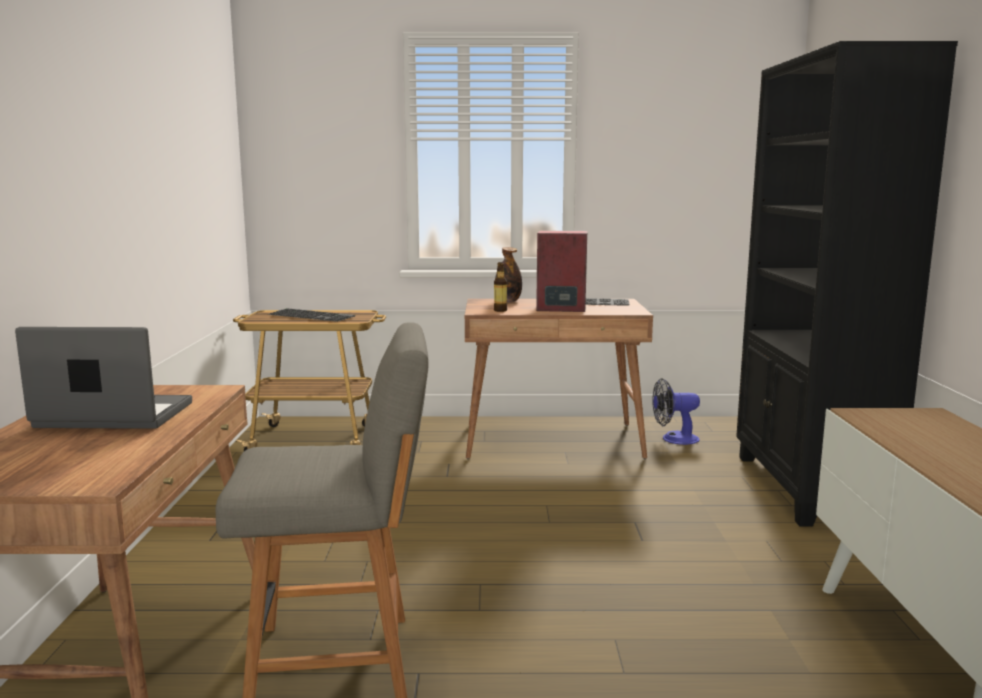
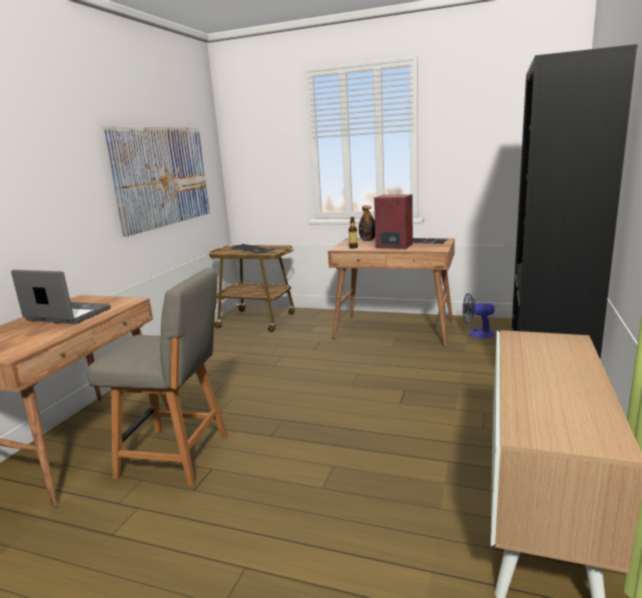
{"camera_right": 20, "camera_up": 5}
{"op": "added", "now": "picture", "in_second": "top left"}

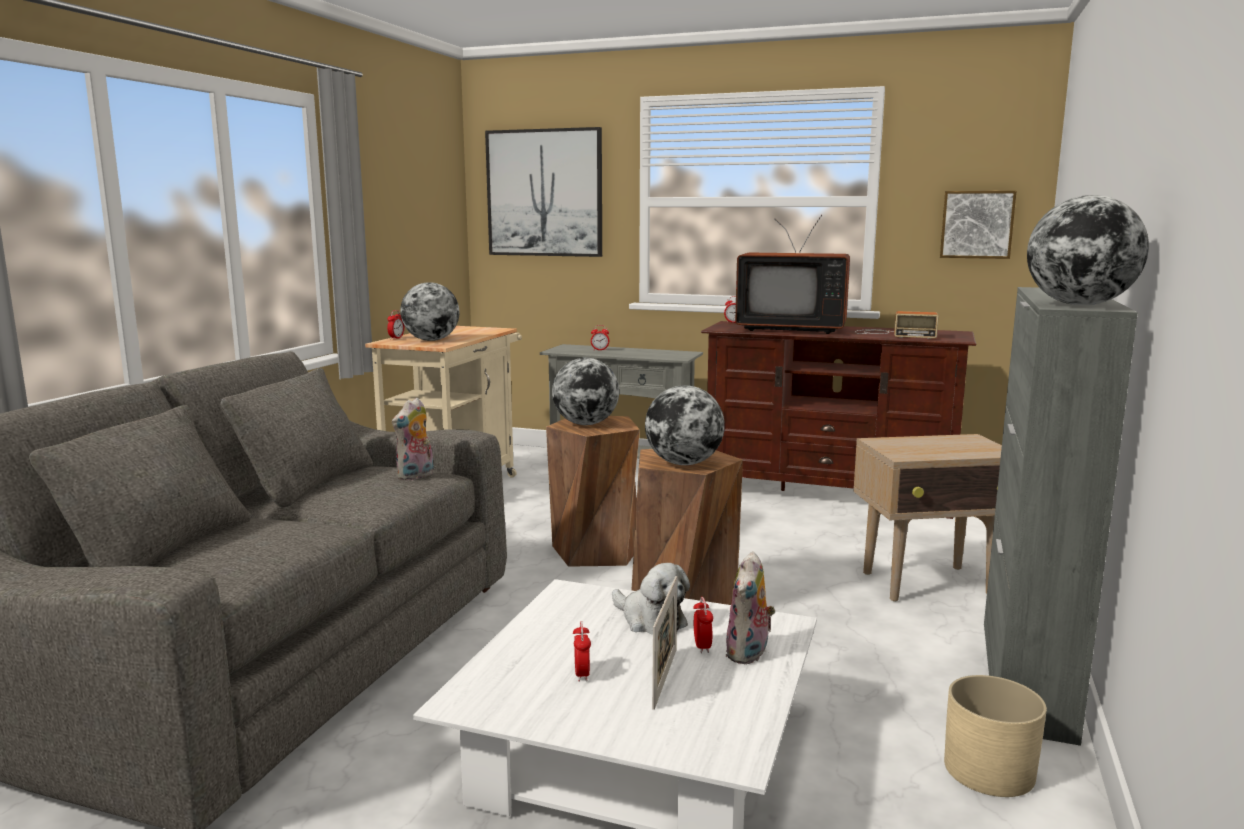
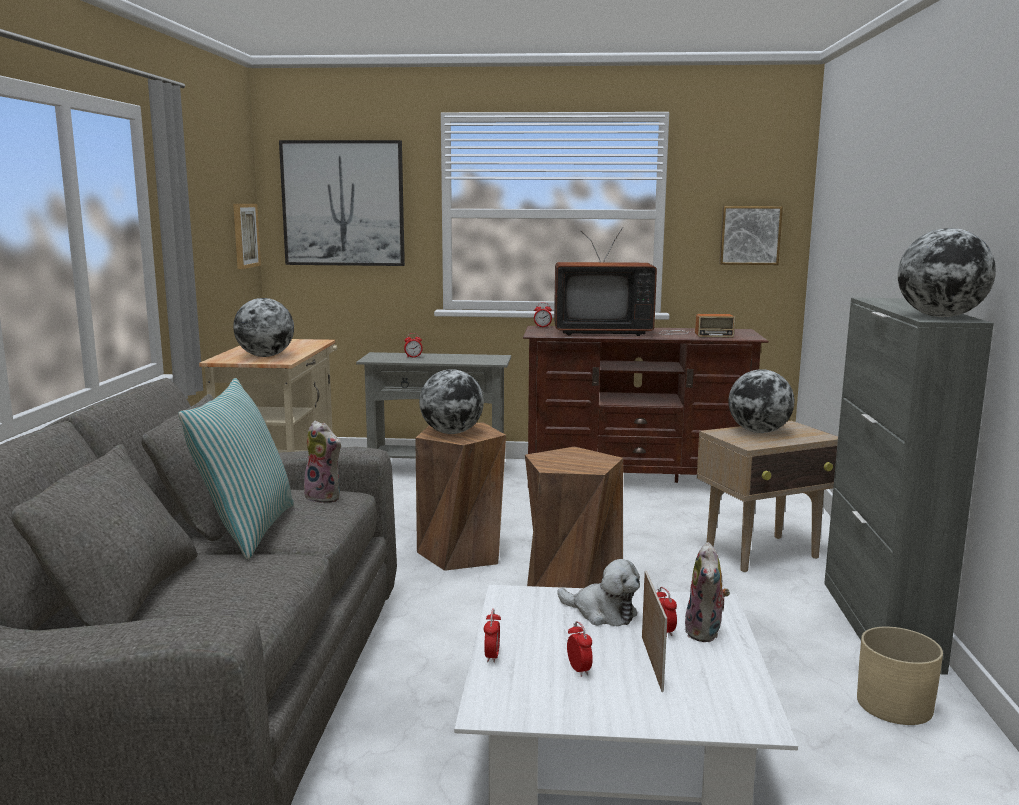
{"camera_right": -15, "camera_up": 0}
{"op": "added", "now": "pillow", "in_second": "middle left"}
{"op": "added", "now": "picture (1st from left)", "in_second": "top left"}
{"op": "turned", "was": "plush toy (1st from left)", "in_first": "middle left", "in_second": "middle left", "clockwise": -75}
{"op": "moved", "was": "alarm clock (1st from left in the first image)", "now": "alarm clock (2nd from left)", "in_first": "middle left", "in_second": "bottom centre"}
{"op": "moved", "was": "globe (3rd from left)", "in_first": "centre", "in_second": "middle right"}

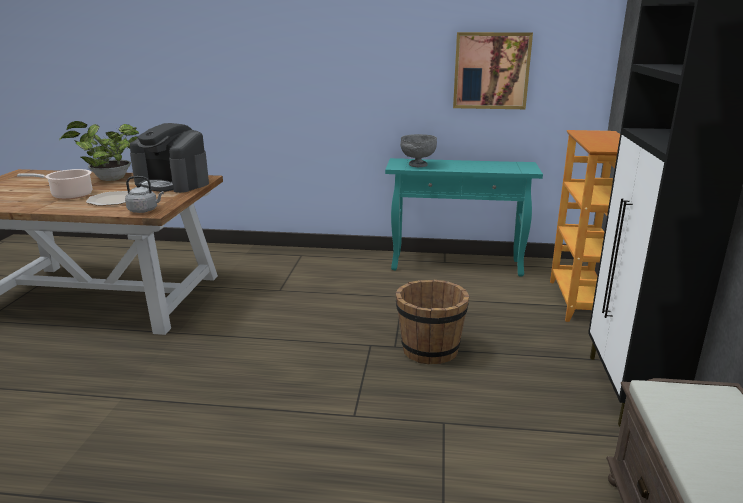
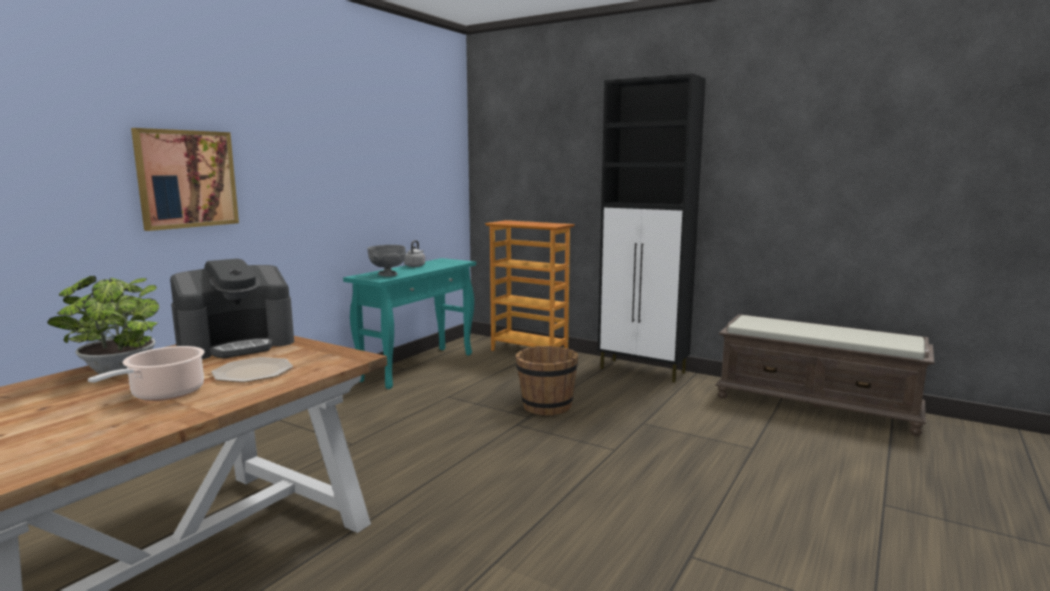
{"camera_right": -65, "camera_up": -10}
{"op": "moved", "was": "picture", "in_first": "top centre", "in_second": "top left"}
{"op": "moved", "was": "kettle/grey", "in_first": "middle left", "in_second": "centre"}

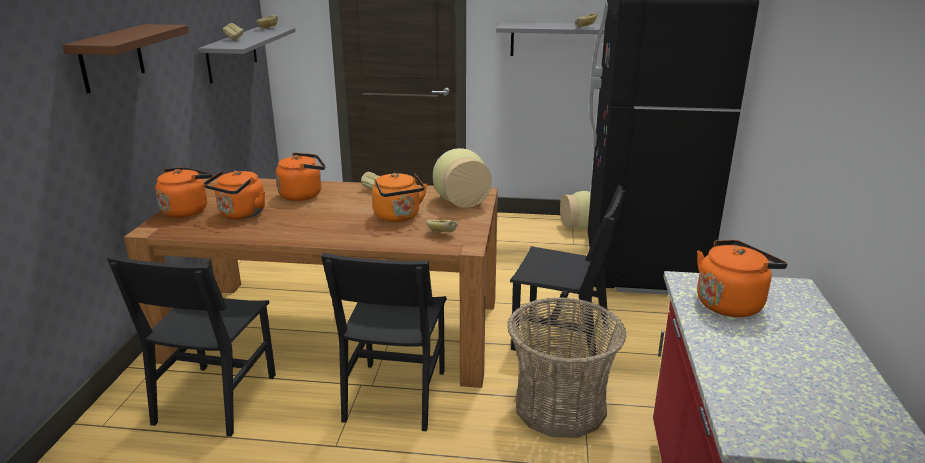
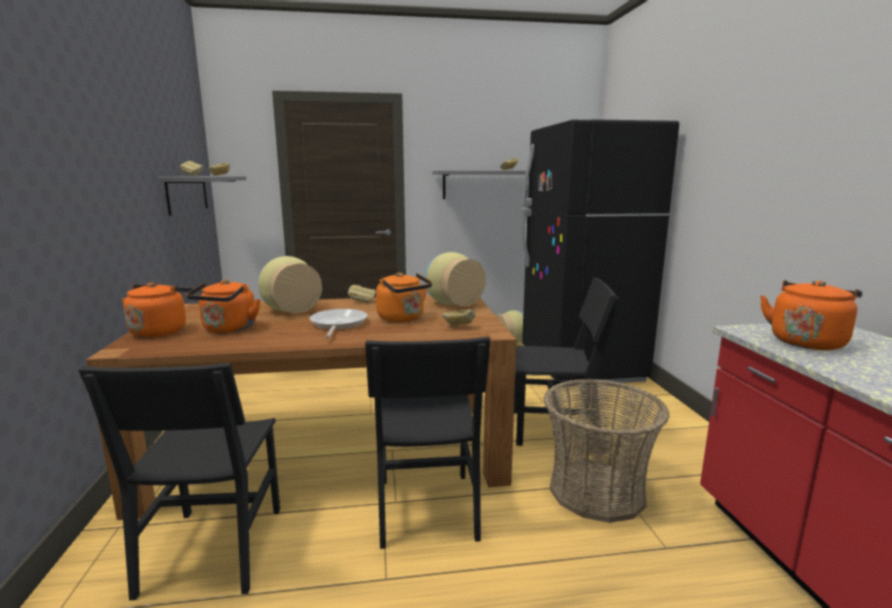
{"camera_right": -15, "camera_up": -10}
{"op": "replaced", "was": "kettle/orange (3rd from left)", "now": "vase (1st from left)", "in_first": "middle left", "in_second": "middle left"}
{"op": "added", "now": "frying pan", "in_second": "centre"}
{"op": "removed", "was": "shelf/brown", "in_first": "top left"}

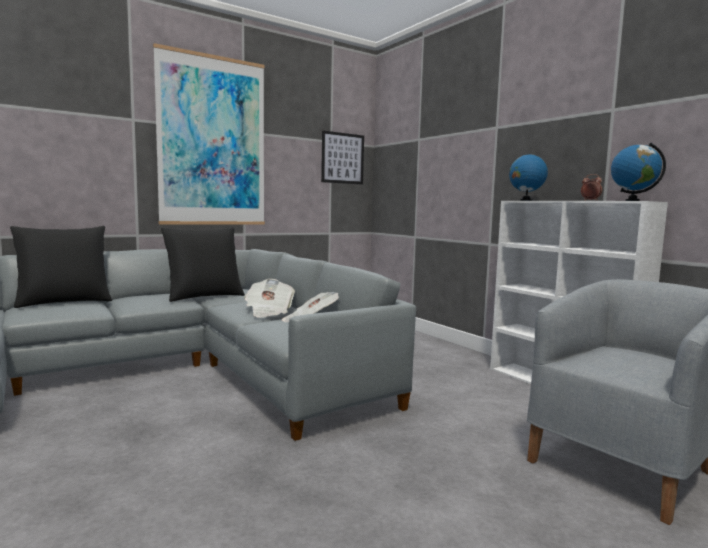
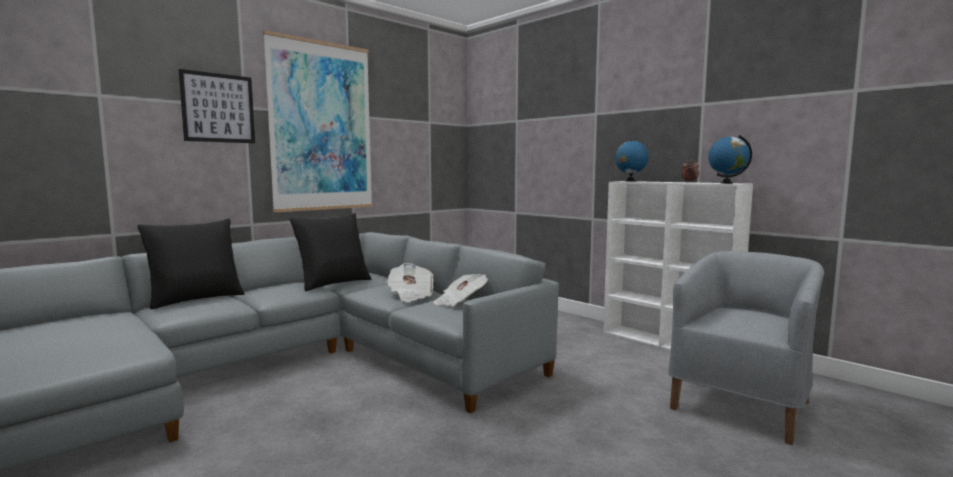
{"camera_right": -10, "camera_up": 0}
{"op": "moved", "was": "picture (2nd from left in the first image)", "now": "picture (1st from left)", "in_first": "top centre", "in_second": "top left"}

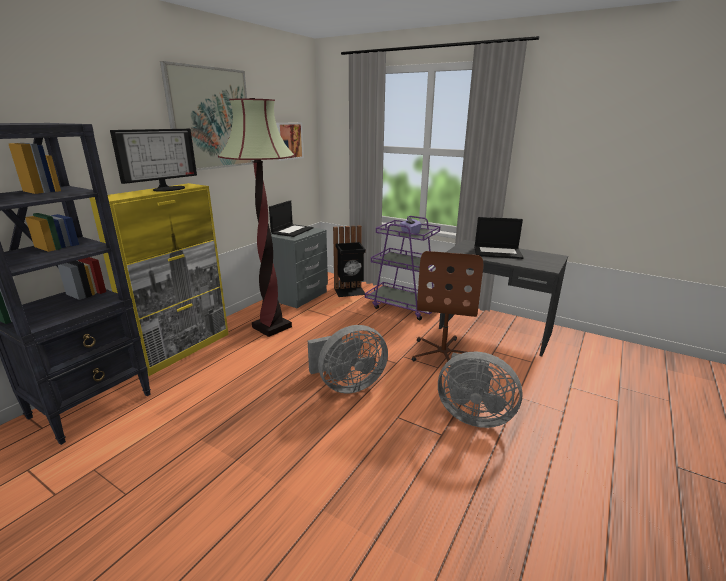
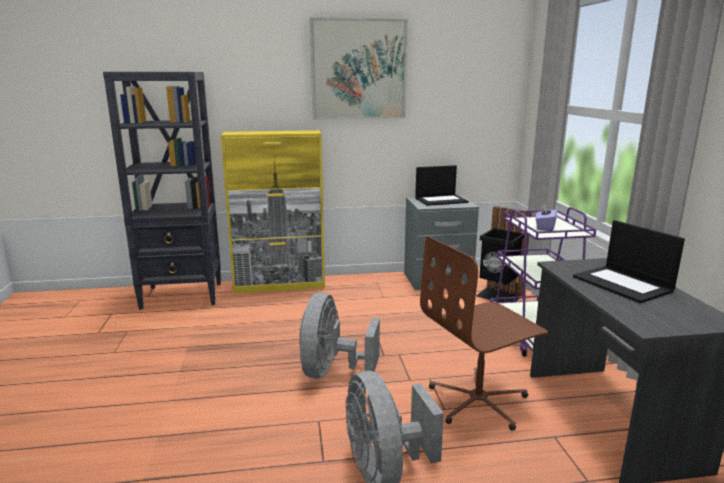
{"camera_right": 50, "camera_up": -5}
{"op": "turned", "was": "fan/grey (1st from left)", "in_first": "centre", "in_second": "bottom centre", "clockwise": 75}
{"op": "removed", "was": "monitor", "in_first": "top left"}
{"op": "removed", "was": "floor lamp", "in_first": "centre"}
{"op": "removed", "was": "picture (2nd from left)", "in_first": "top centre"}

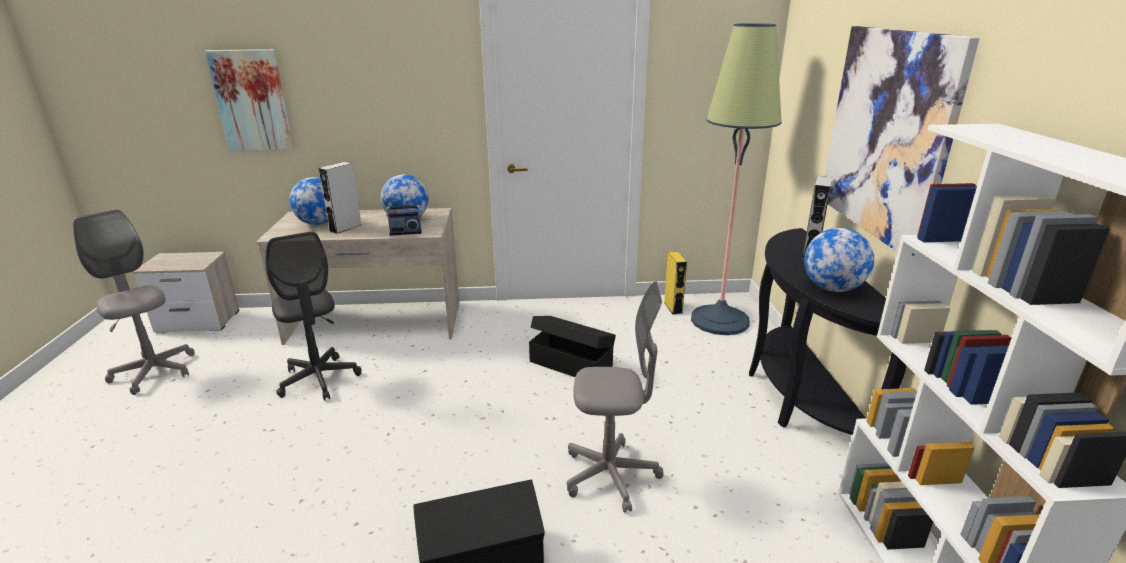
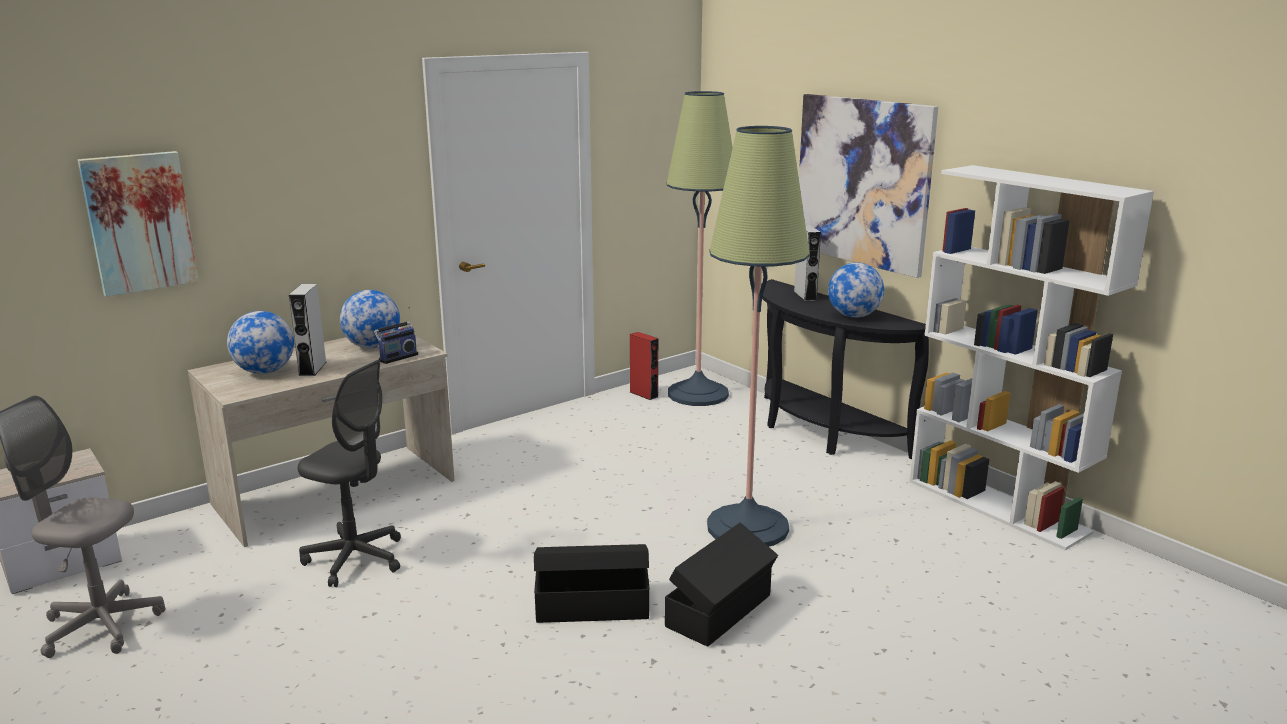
{"camera_right": -35, "camera_up": -5}
{"op": "moved", "was": "storage box/black (2nd from left in the first image)", "now": "storage box/black (1st from left)", "in_first": "centre", "in_second": "bottom centre"}
{"op": "recoloured", "was": "speaker/yellow", "now": "speaker/red", "in_first": "centre", "in_second": "centre"}
{"op": "replaced", "was": "office chair/grey (3rd from left)", "now": "floor lamp (2nd from left)", "in_first": "bottom centre", "in_second": "centre"}

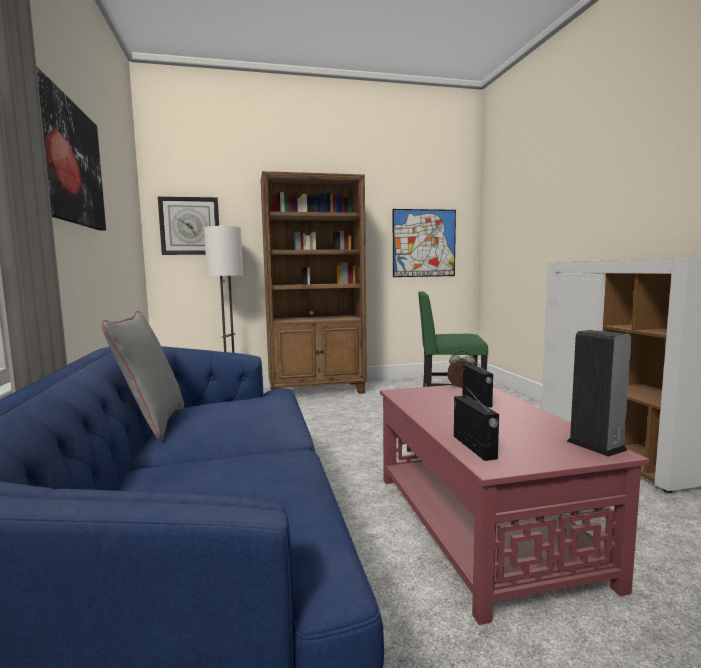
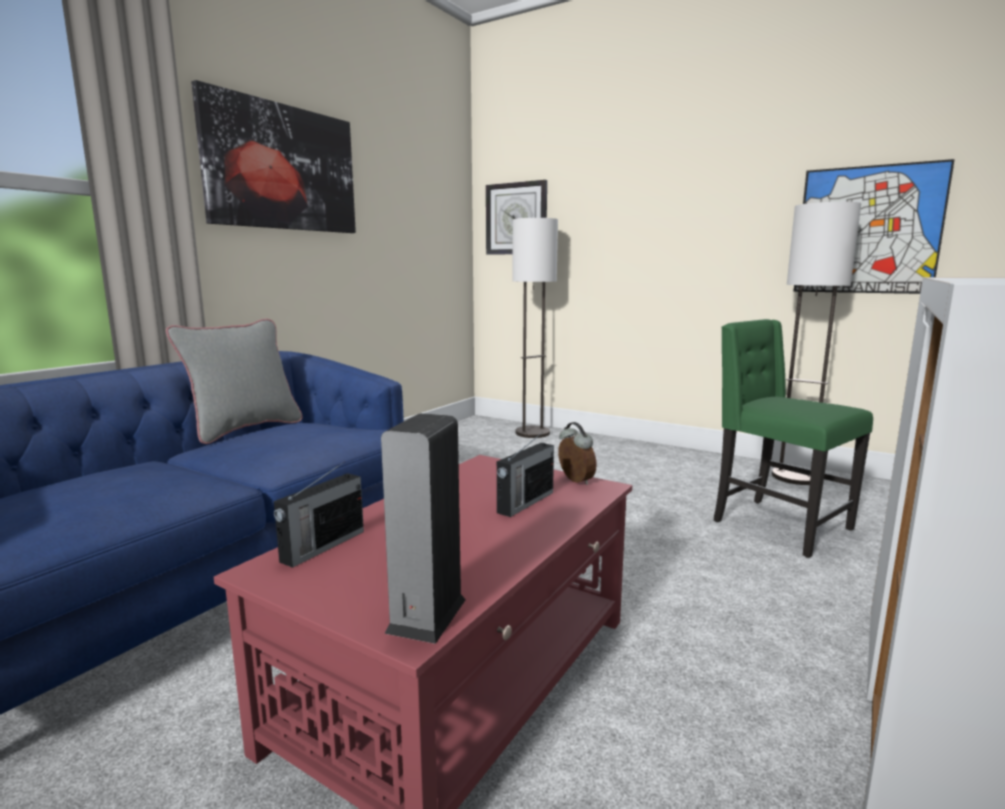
{"camera_right": 45, "camera_up": 5}
{"op": "added", "now": "floor lamp (2nd from left)", "in_second": "middle right"}
{"op": "removed", "was": "bookcase/brown", "in_first": "centre"}

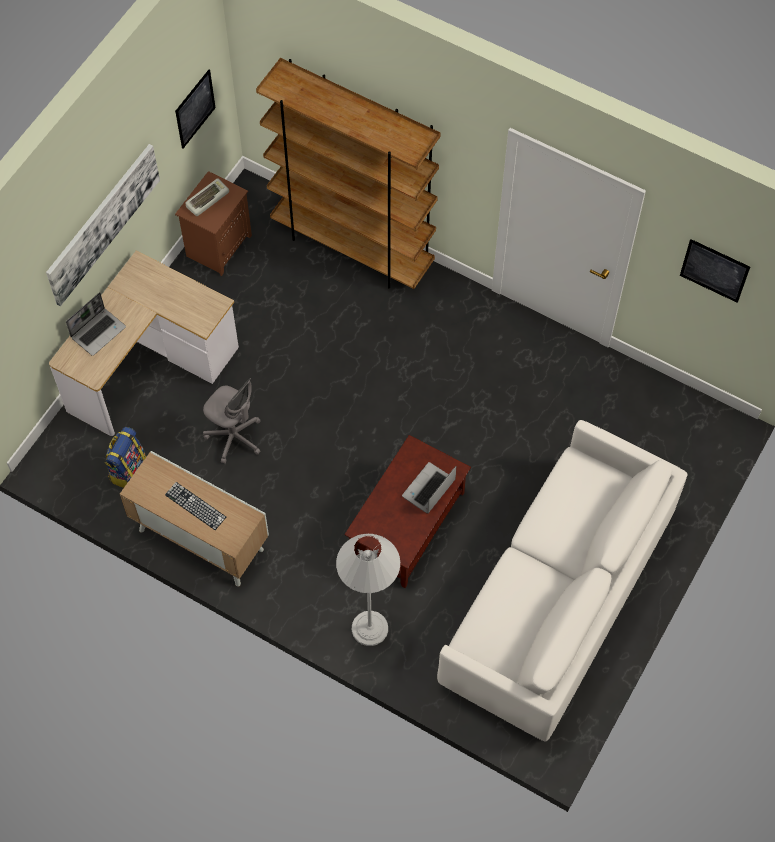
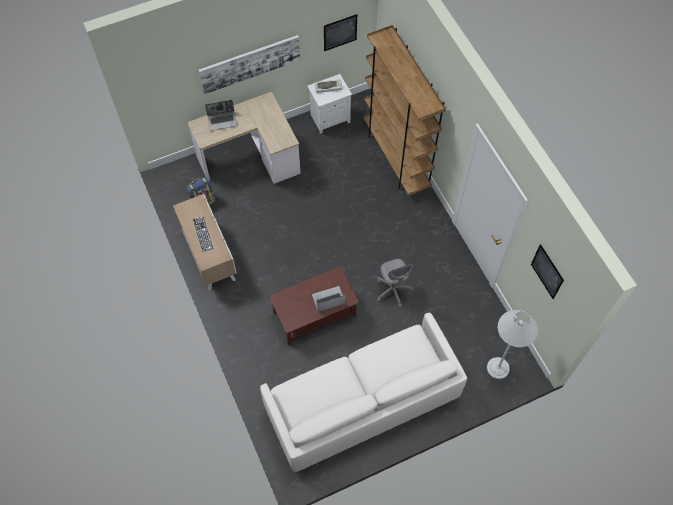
{"camera_right": 35, "camera_up": 0}
{"op": "recoloured", "was": "nightstand/brown", "now": "nightstand/white", "in_first": "top left", "in_second": "top centre"}
{"op": "moved", "was": "office chair/grey", "in_first": "middle left", "in_second": "centre"}
{"op": "moved", "was": "floor lamp/white", "in_first": "bottom centre", "in_second": "bottom right"}

